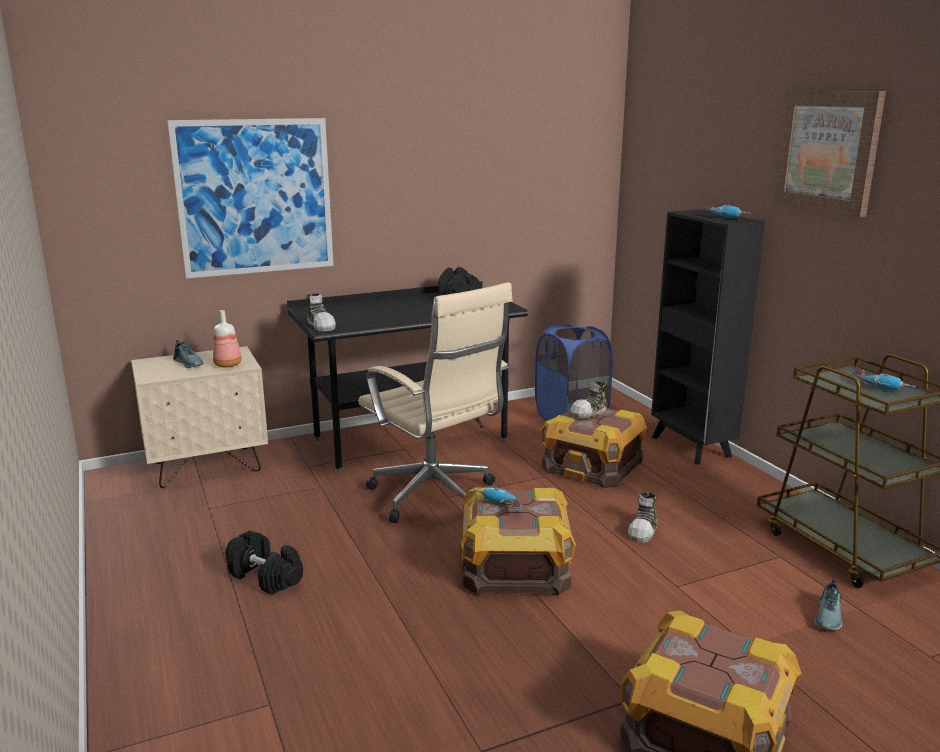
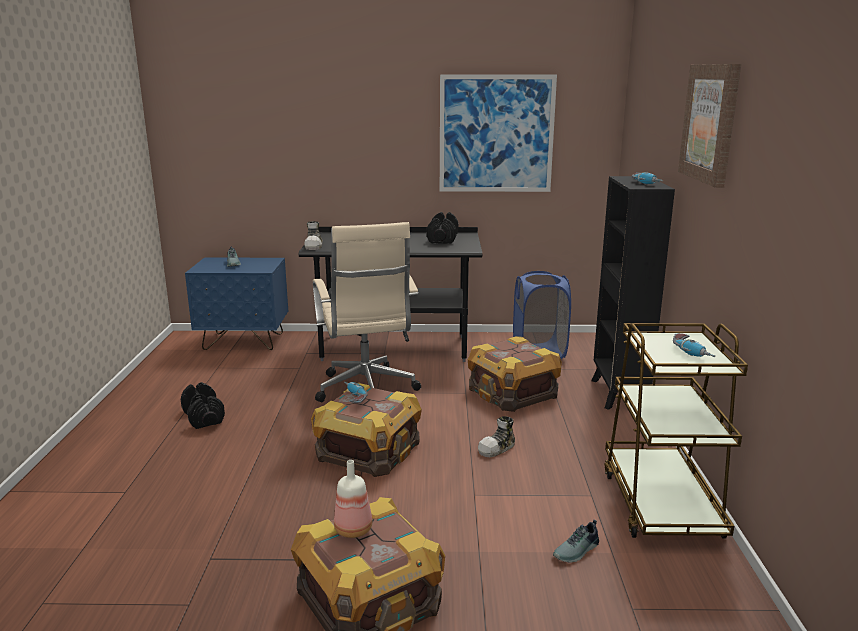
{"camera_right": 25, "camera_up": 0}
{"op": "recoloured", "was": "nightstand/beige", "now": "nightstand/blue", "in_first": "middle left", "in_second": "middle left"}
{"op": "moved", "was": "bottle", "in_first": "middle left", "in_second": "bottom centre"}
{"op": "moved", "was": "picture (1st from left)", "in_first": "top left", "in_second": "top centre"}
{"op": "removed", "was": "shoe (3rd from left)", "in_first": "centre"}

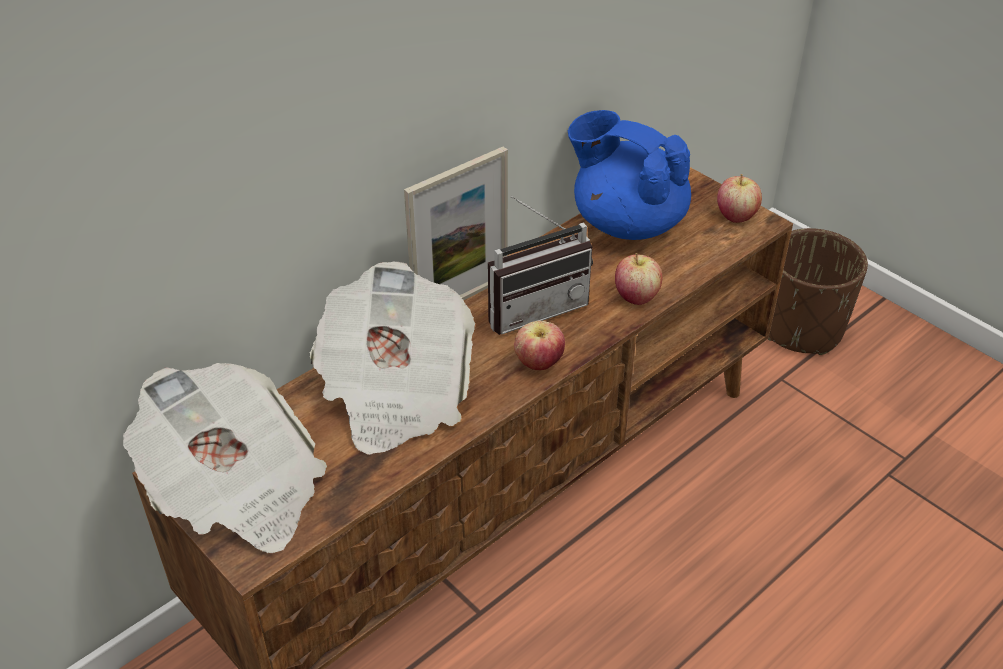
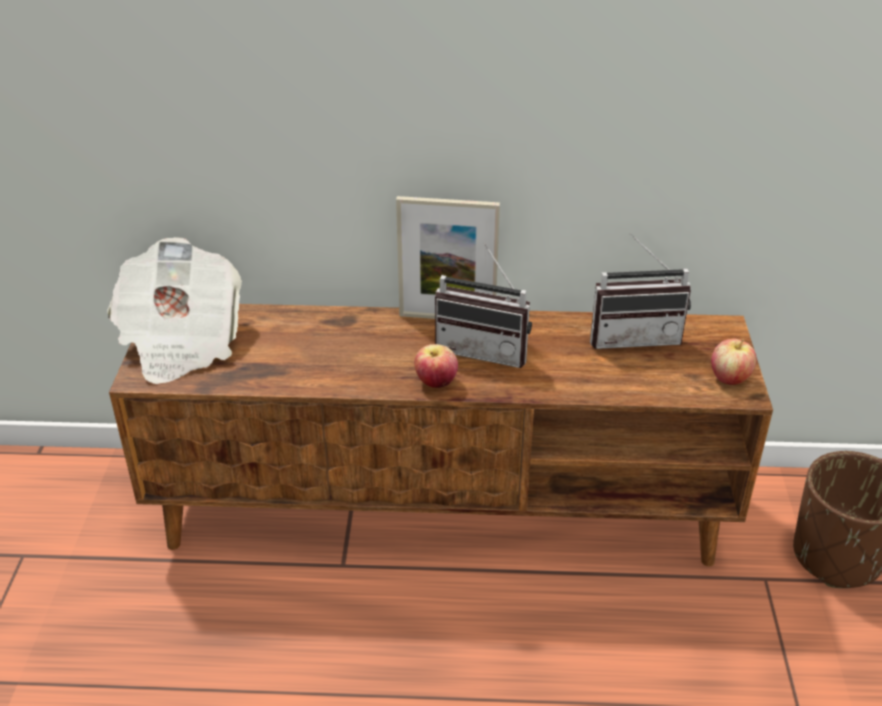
{"camera_right": 45, "camera_up": -5}
{"op": "replaced", "was": "teapot/blue", "now": "radio (2nd from left)", "in_first": "top centre", "in_second": "middle right"}
{"op": "removed", "was": "newspaper (2nd from left)", "in_first": "centre"}
{"op": "removed", "was": "apple (2nd from left)", "in_first": "centre"}

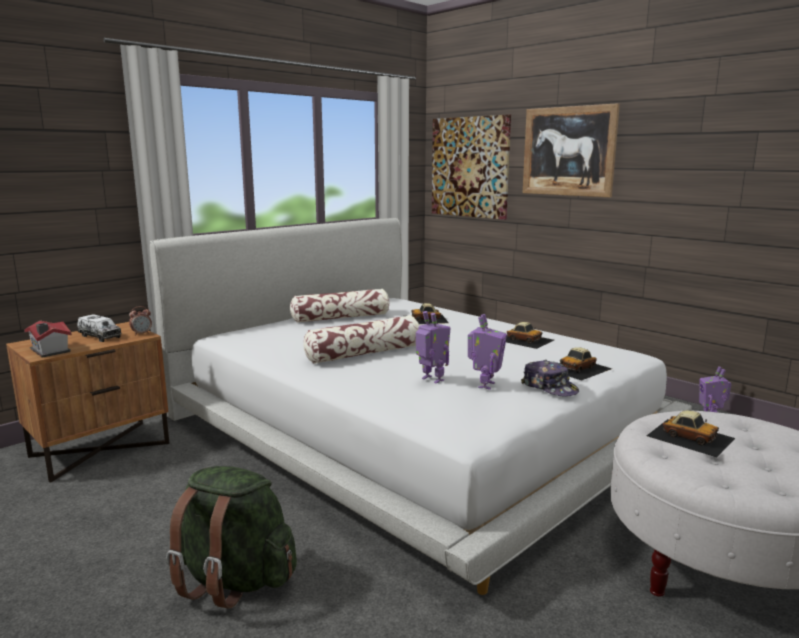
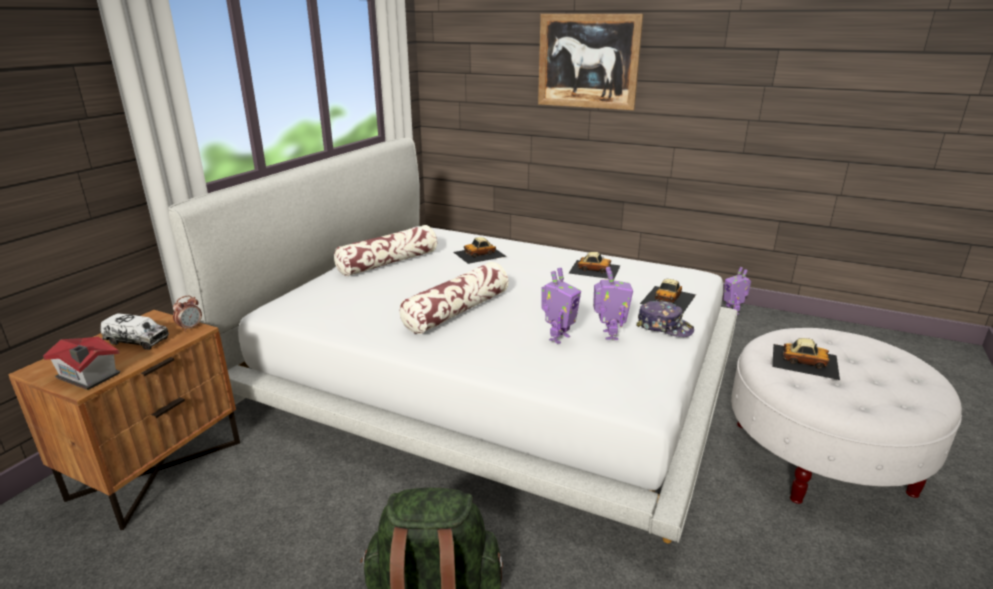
{"camera_right": -20, "camera_up": 10}
{"op": "turned", "was": "toy robot (1st from left)", "in_first": "centre", "in_second": "centre", "clockwise": 105}
{"op": "removed", "was": "picture (1st from left)", "in_first": "top centre"}

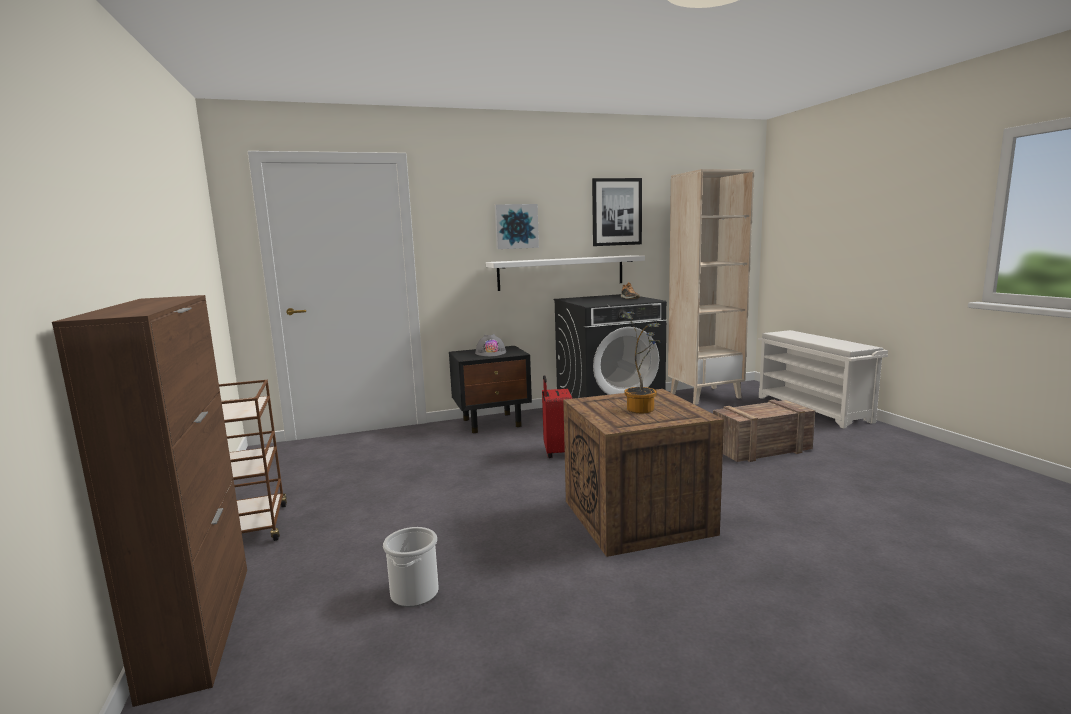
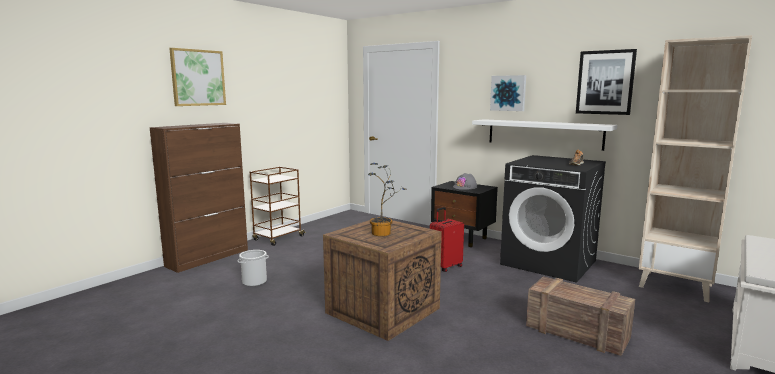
{"camera_right": 55, "camera_up": 0}
{"op": "added", "now": "picture (1st from left)", "in_second": "top left"}

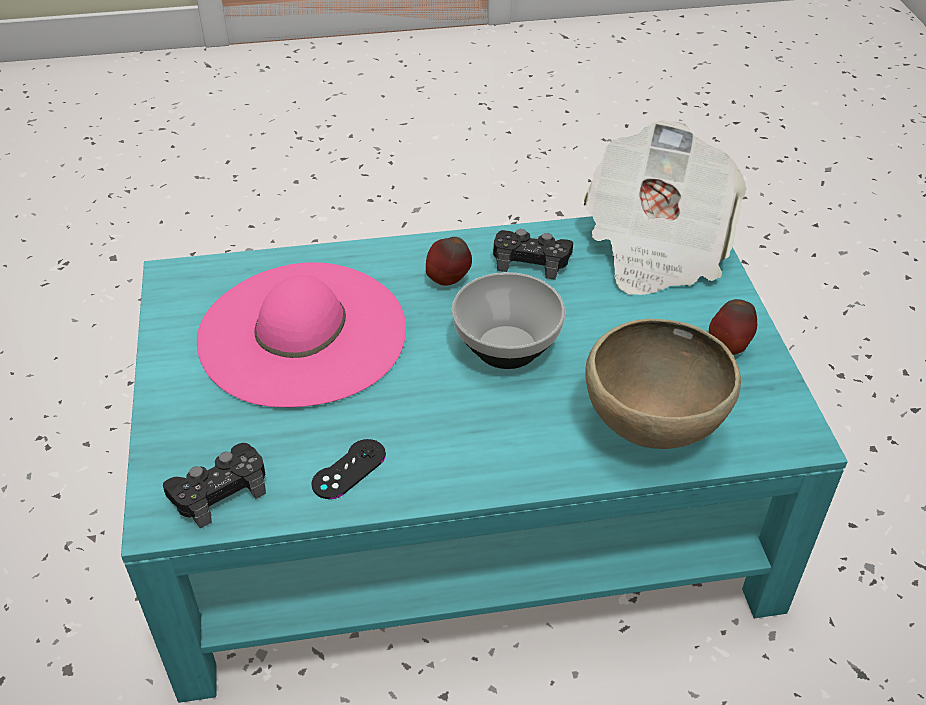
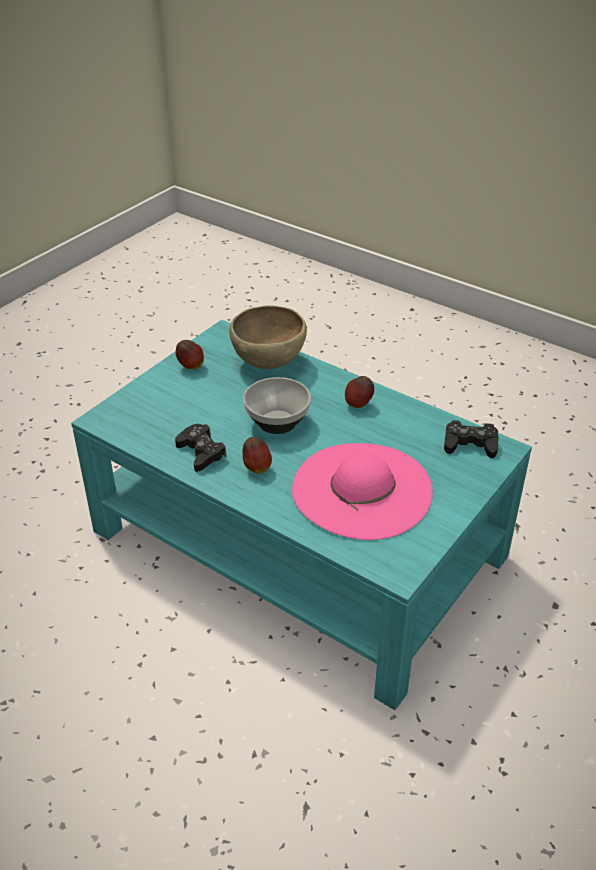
{"camera_right": -135, "camera_up": -5}
{"op": "added", "now": "apple (3rd from left)", "in_second": "centre"}
{"op": "removed", "was": "game controller/black (2nd from left)", "in_first": "centre"}
{"op": "removed", "was": "newspaper", "in_first": "top right"}

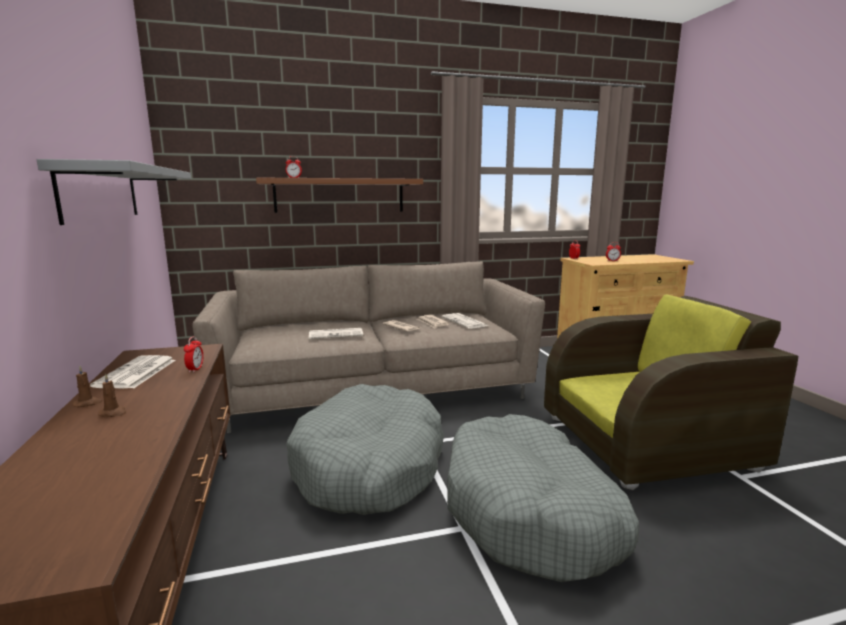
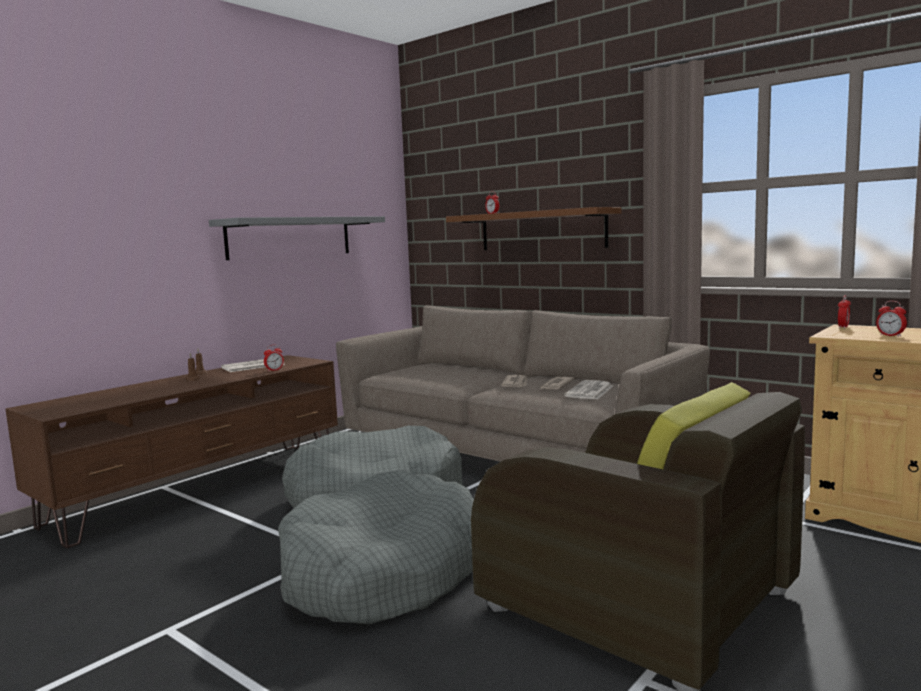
{"camera_right": 55, "camera_up": -5}
{"op": "removed", "was": "newspaper (2nd from left)", "in_first": "centre"}

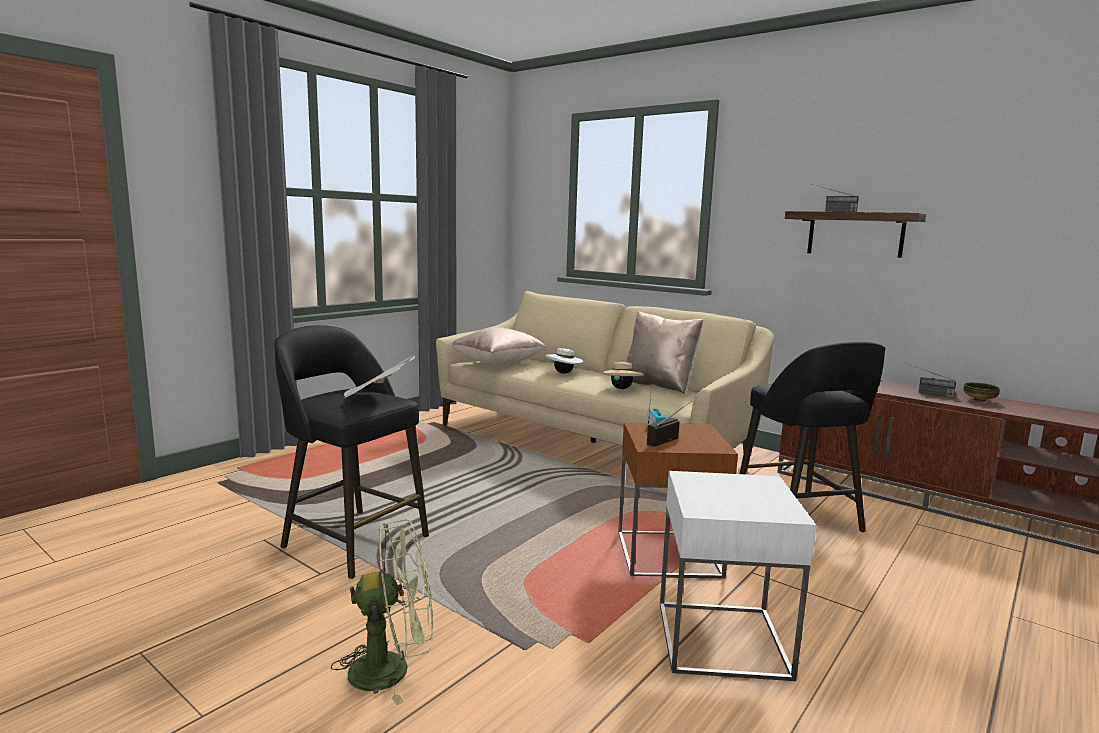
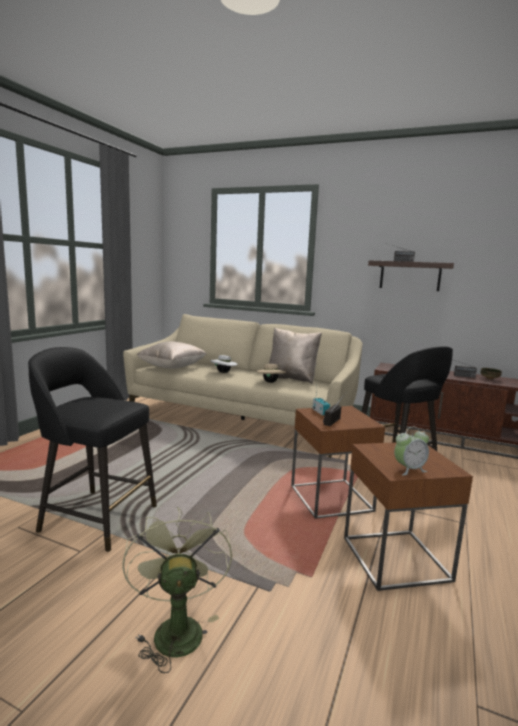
{"camera_right": -15, "camera_up": 0}
{"op": "turned", "was": "fan/green", "in_first": "bottom centre", "in_second": "bottom centre", "clockwise": -75}
{"op": "recoloured", "was": "side table/white", "now": "side table/brown (2nd from left)", "in_first": "bottom right", "in_second": "bottom right"}
{"op": "added", "now": "alarm clock", "in_second": "middle right"}
{"op": "removed", "was": "newspaper", "in_first": "centre"}

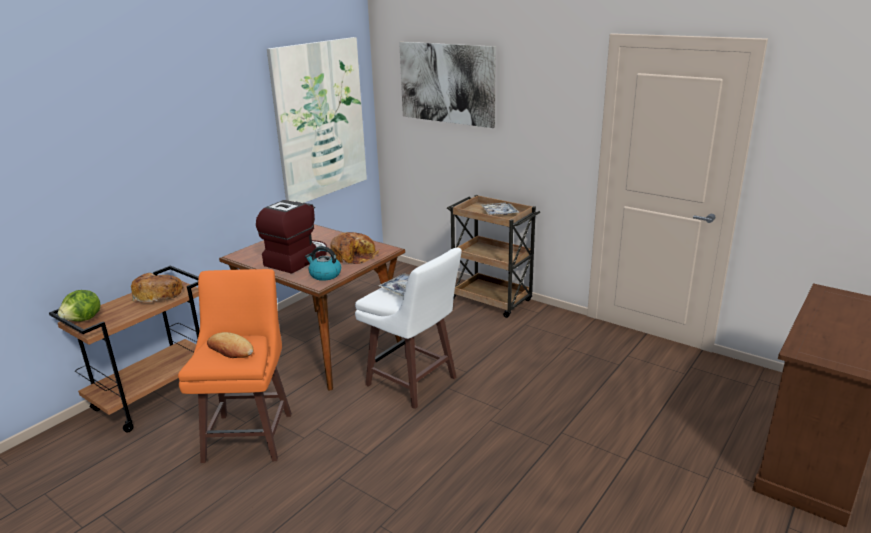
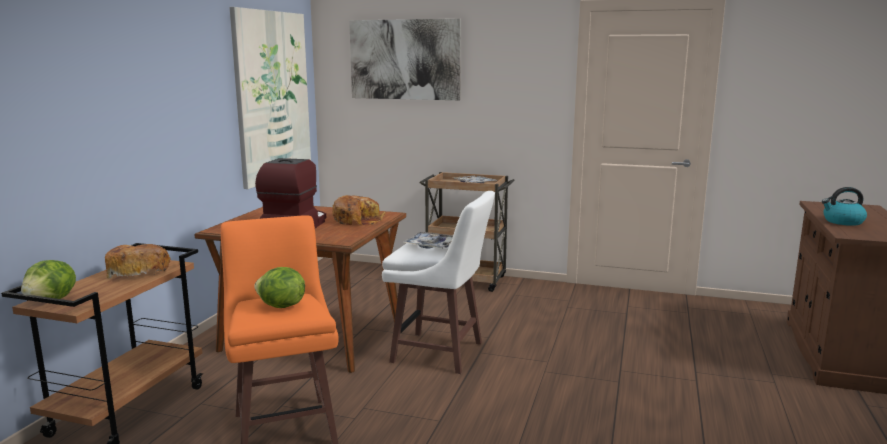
{"camera_right": -20, "camera_up": -10}
{"op": "replaced", "was": "bread (2nd from left)", "now": "lettuce (2nd from left)", "in_first": "middle left", "in_second": "middle left"}
{"op": "moved", "was": "kettle", "in_first": "centre", "in_second": "middle right"}

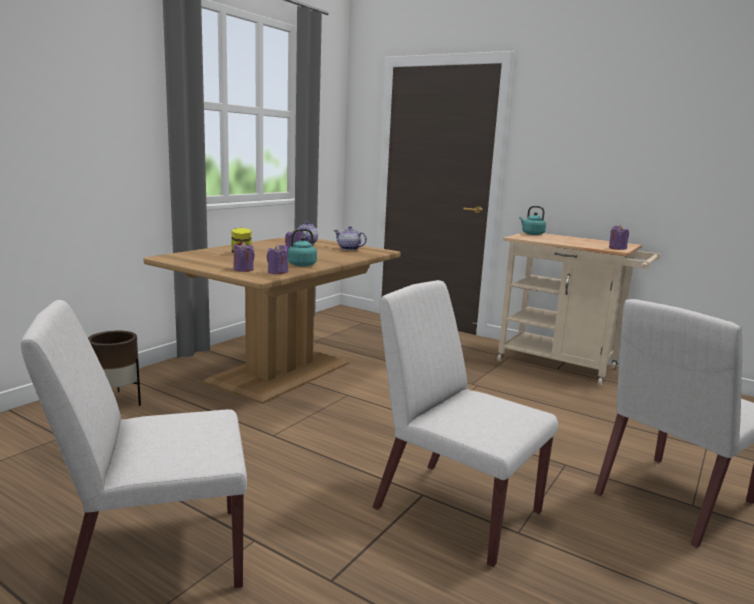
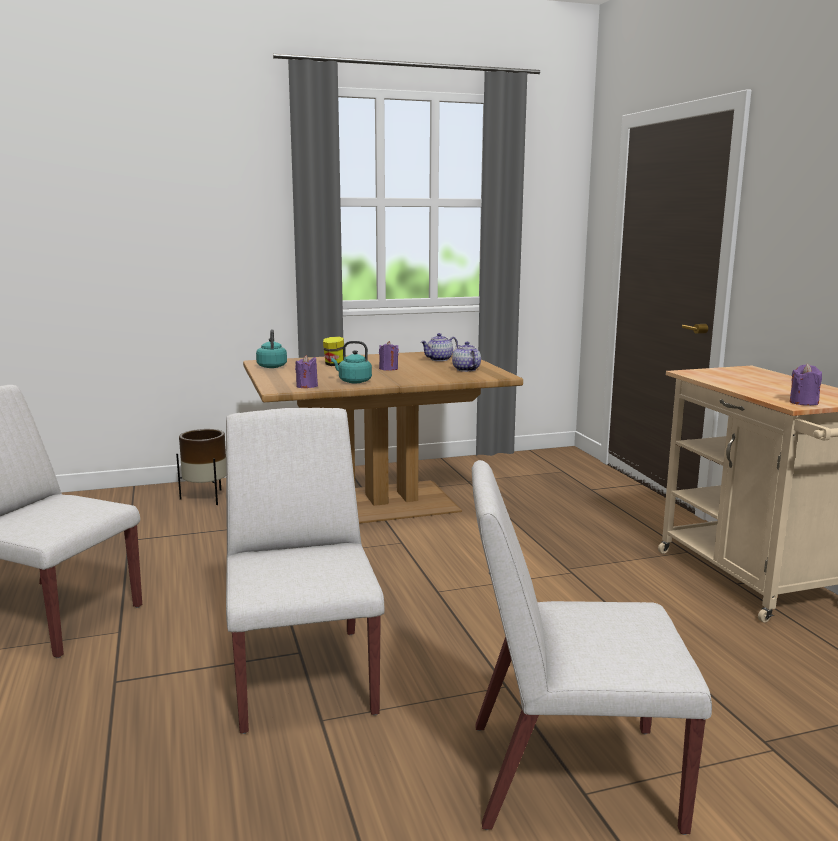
{"camera_right": 40, "camera_up": 0}
{"op": "moved", "was": "kettle/turquoise (2nd from left in the first image)", "now": "kettle/turquoise (1st from left)", "in_first": "middle right", "in_second": "middle left"}
{"op": "removed", "was": "candle/purple (1st from left)", "in_first": "middle left"}

